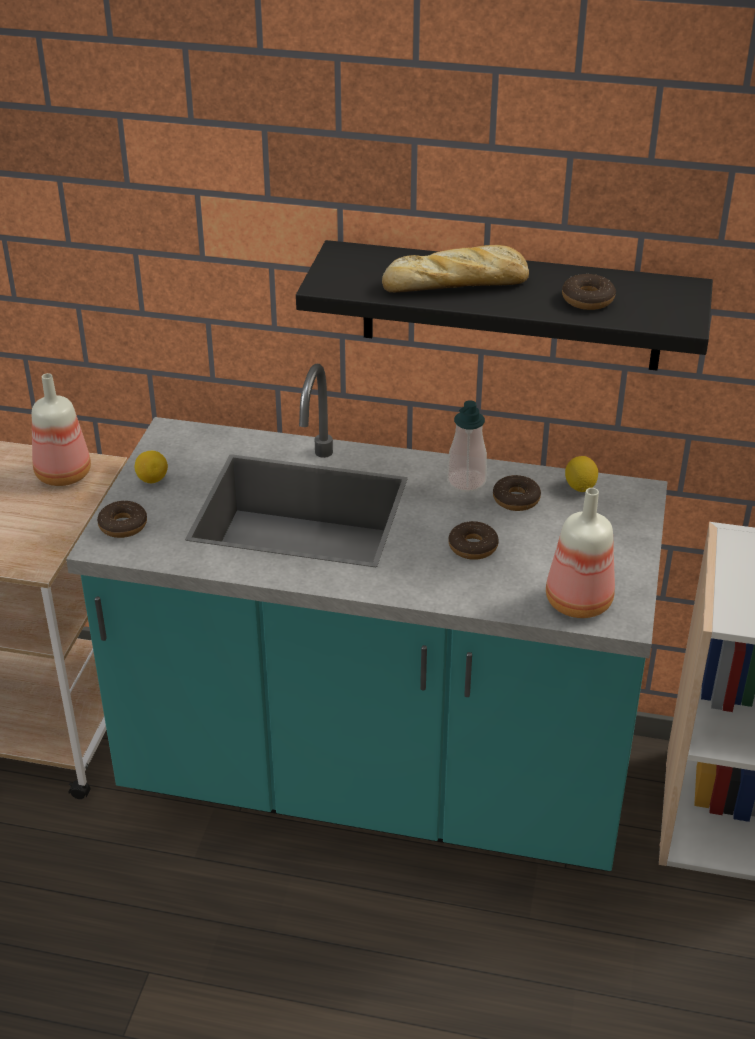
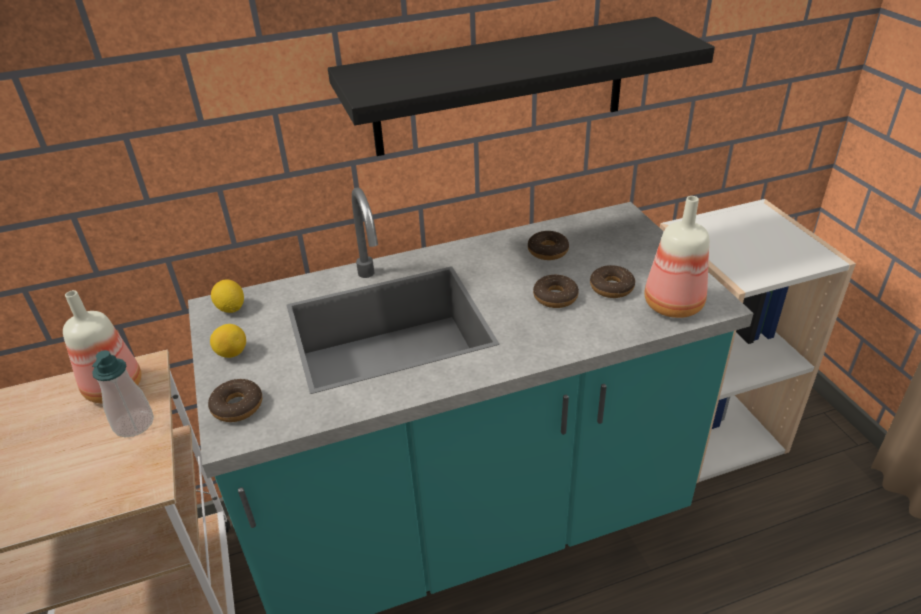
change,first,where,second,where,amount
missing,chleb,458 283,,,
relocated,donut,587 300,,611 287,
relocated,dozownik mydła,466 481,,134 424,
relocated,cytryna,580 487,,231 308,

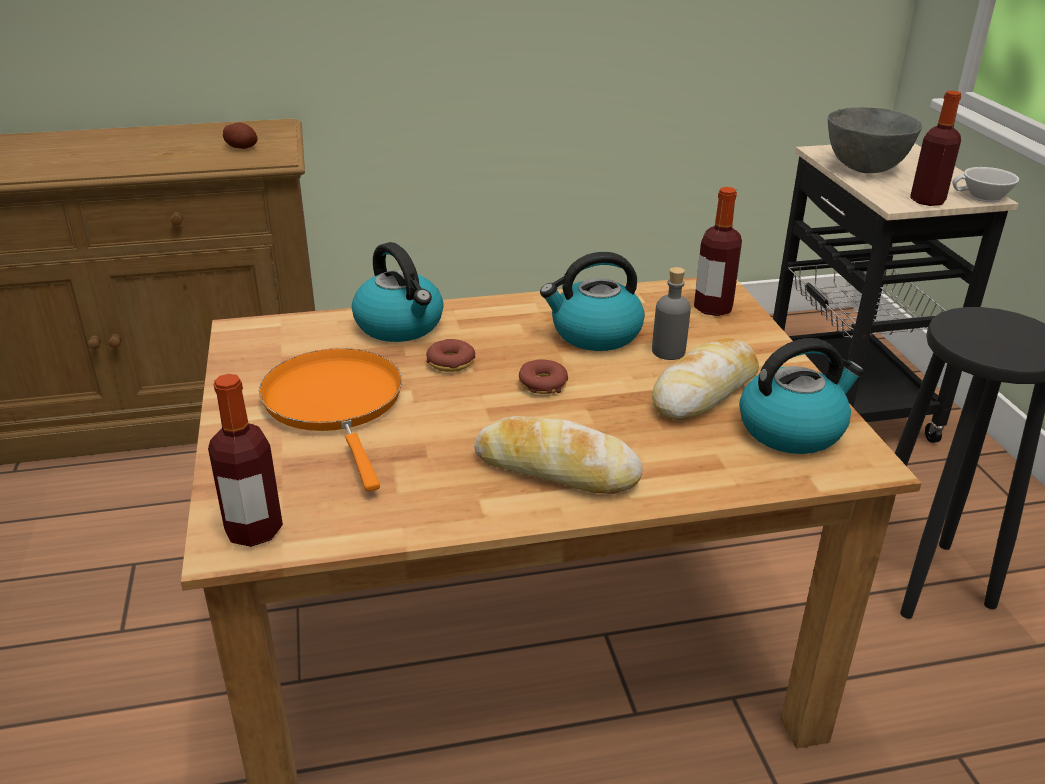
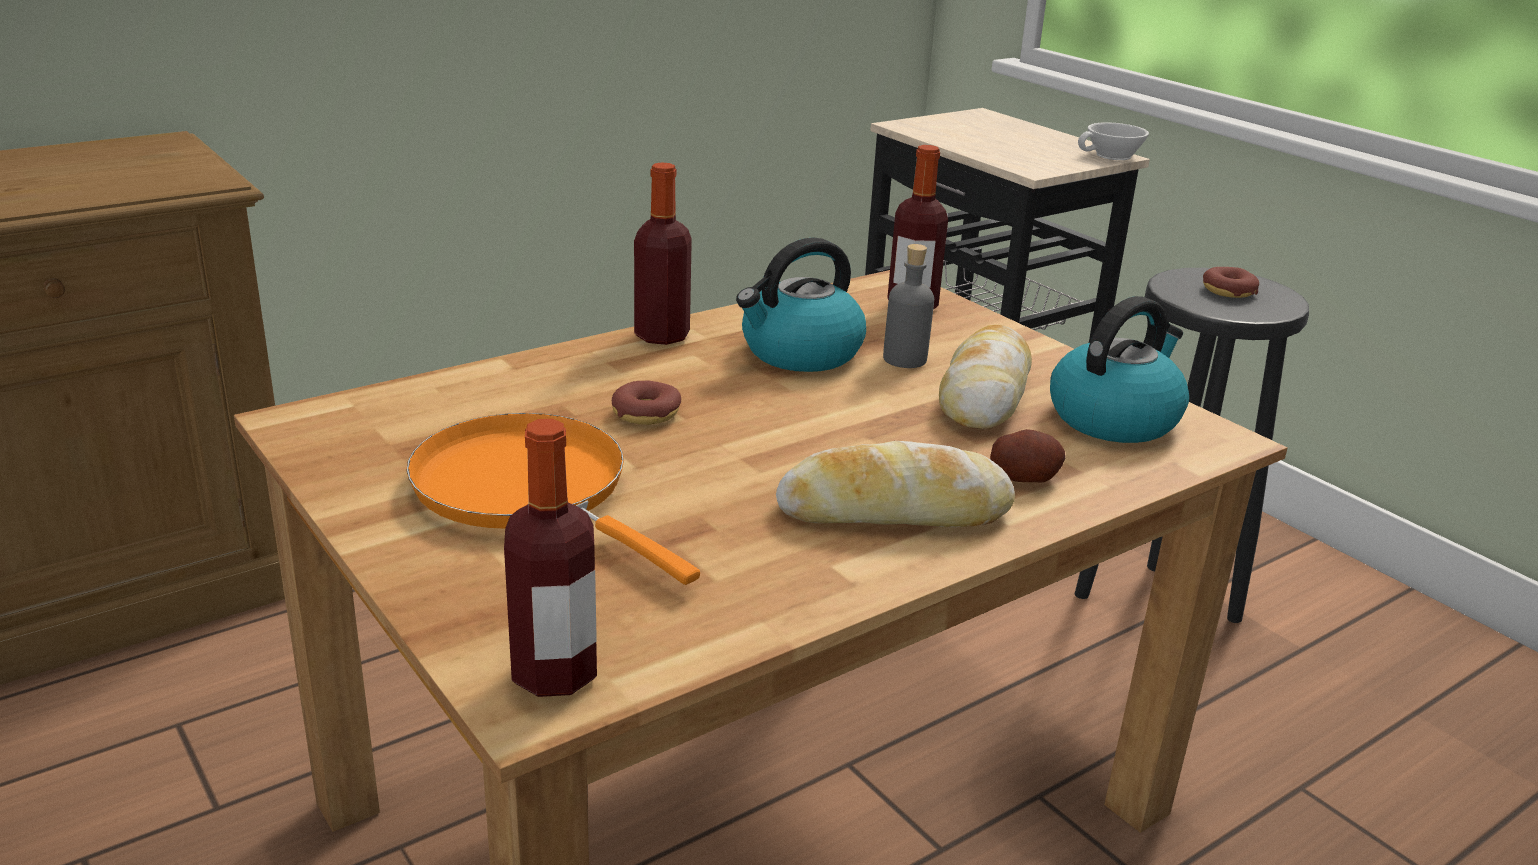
change,first,where,second,where,amount
relocated,butelka,927 200,,662 335,
missing,miska (szary),865 169,,,
relocated,ziemniak,242 147,,1024 478,
missing,czajnik,400 325,,,
relocated,donut,543 384,,1228 291,

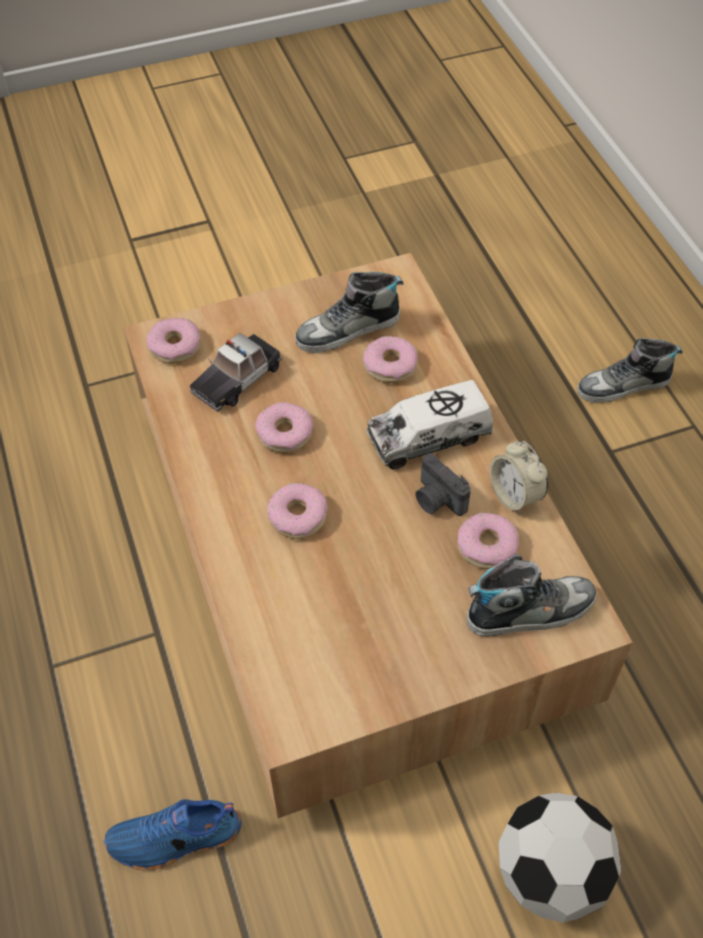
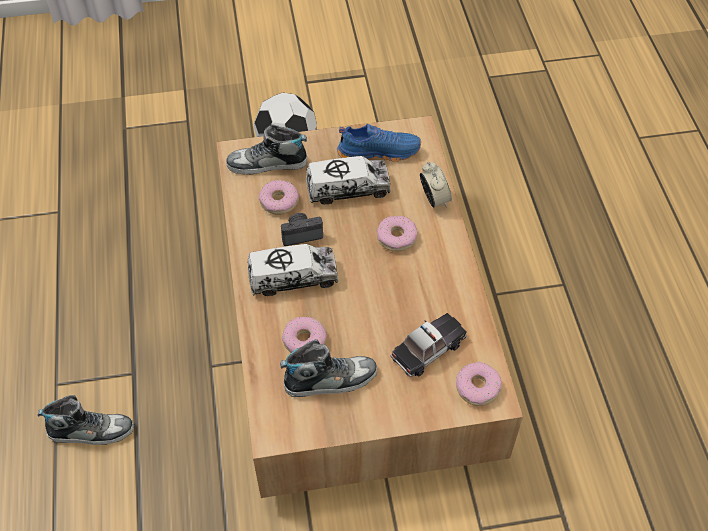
change,first,where,second,where,amount
missing,donut,284 433,,,
relocated,budzik,515 495,,434 199,
spun,aparat fotograficzny,437 500,,301 234,75 degrees counterclockwise
relocated,but (niebieski),175 840,,378 151,
appeared,,,ciężarówka zabawkowa,348 189,

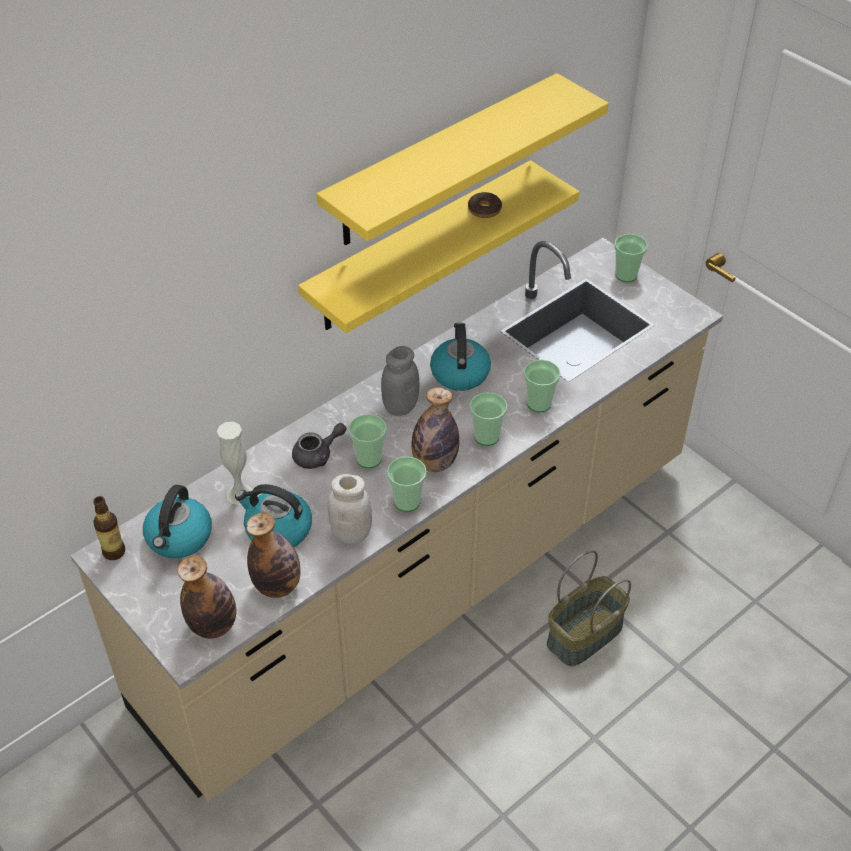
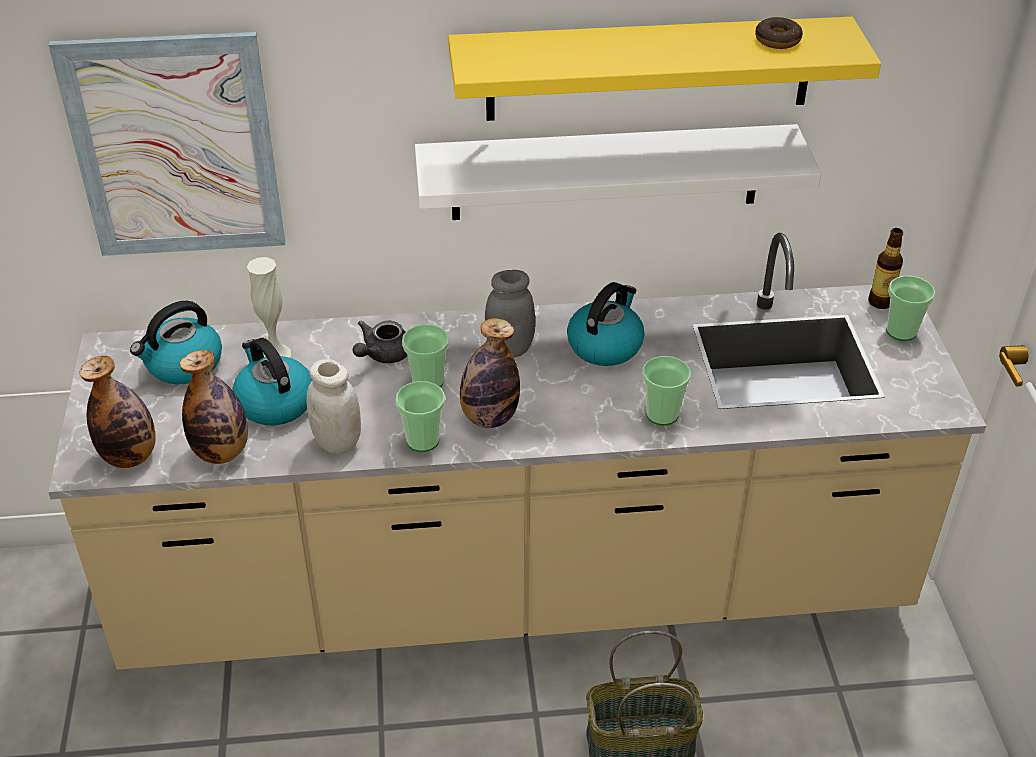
change,first,where,second,where,amount
colour,półka (żółty),420 247,półka (biały),606 172,
relocated,donut,484 209,,777 40,
missing,filiżanka,486 436,,,
spun,imbryk (szary),318 455,,382 355,120 degrees clockwise
relocated,butelka,114 552,,880 302,
appeared,,,obraz,175 147,

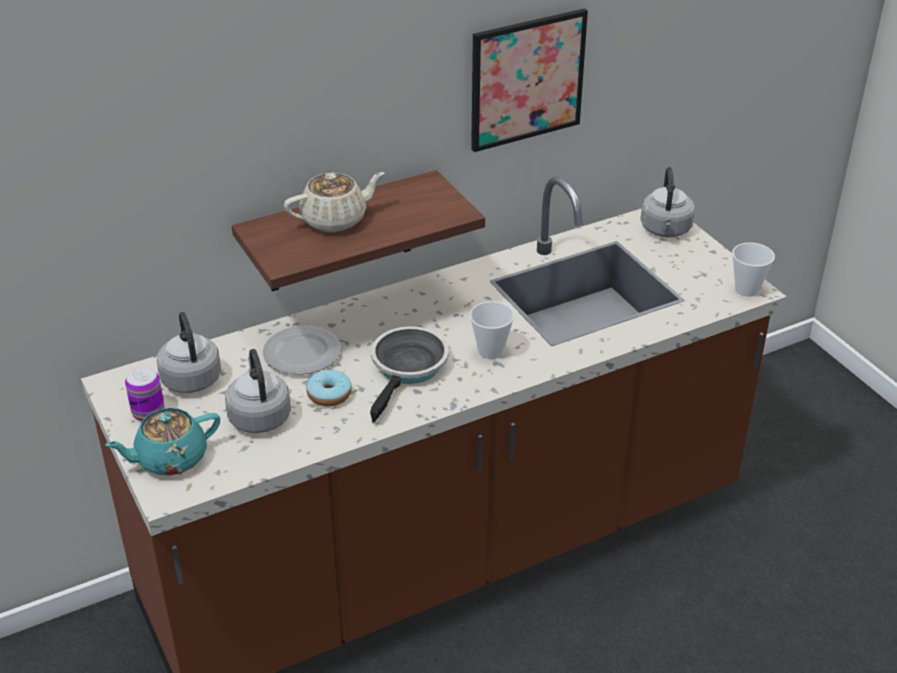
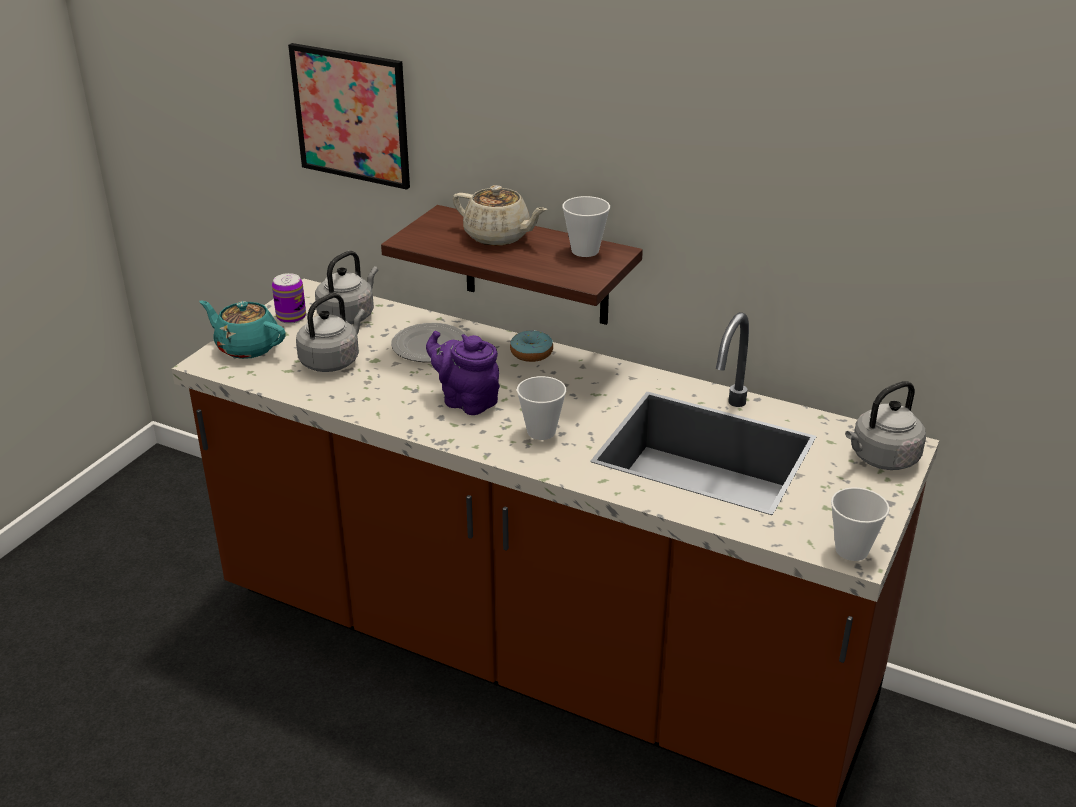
change,first,where,second,where,amount
relocated,obraz,527 79,,351 115,
exchanged,patelnia,408 369,imbryk (fioletowy),466 401,
relocated,donut,329 395,,531 353,
appeared,,,filiżanka,585 251,

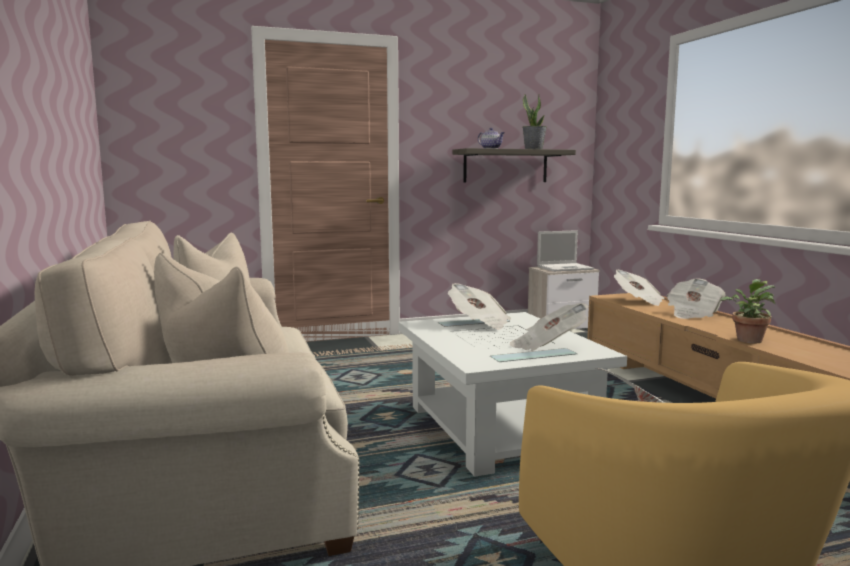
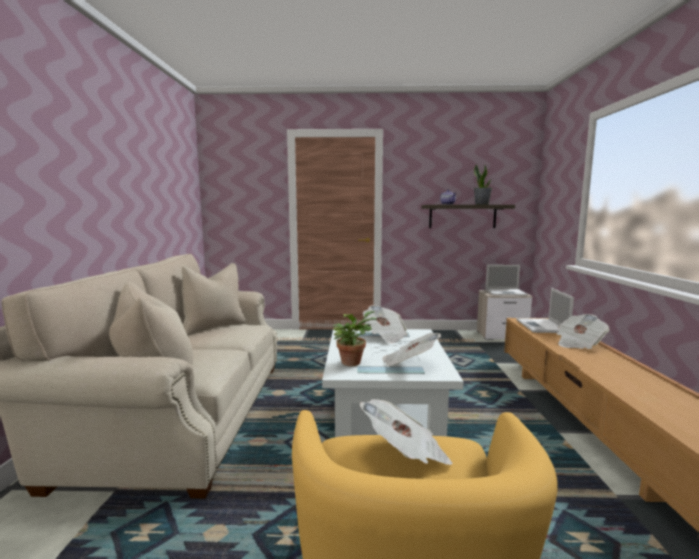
change,first,where,second,where,amount
exchanged,gazeta,638 301,laptop,542 326,
relocated,roślina doniczkowa,748 339,,352 361,

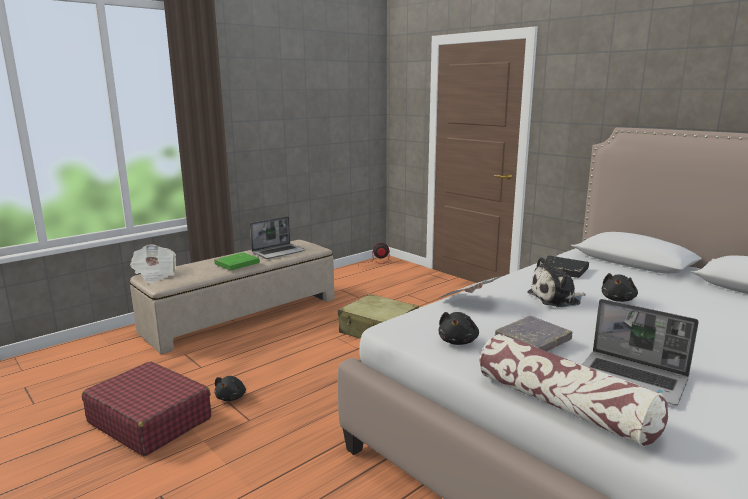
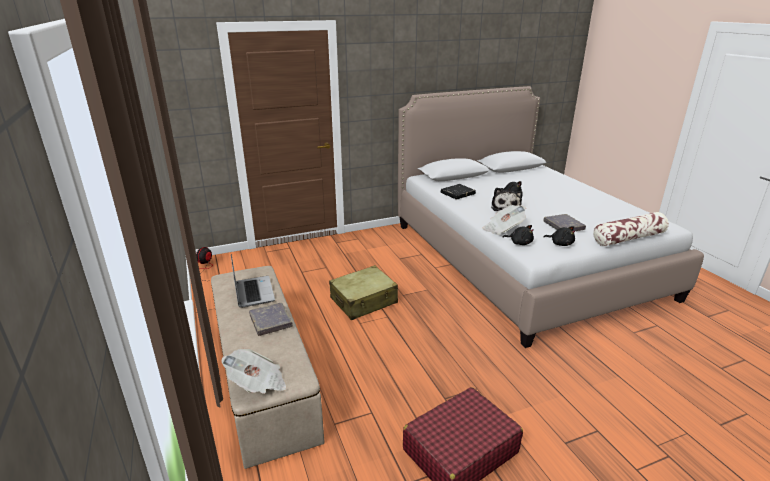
change,first,where,second,where,amount
colour,książka (zielony),237 264,książka (szary),270 321,
missing,laptop,632 379,,,
relocated,pluszak (czarny),231 397,,519 243,

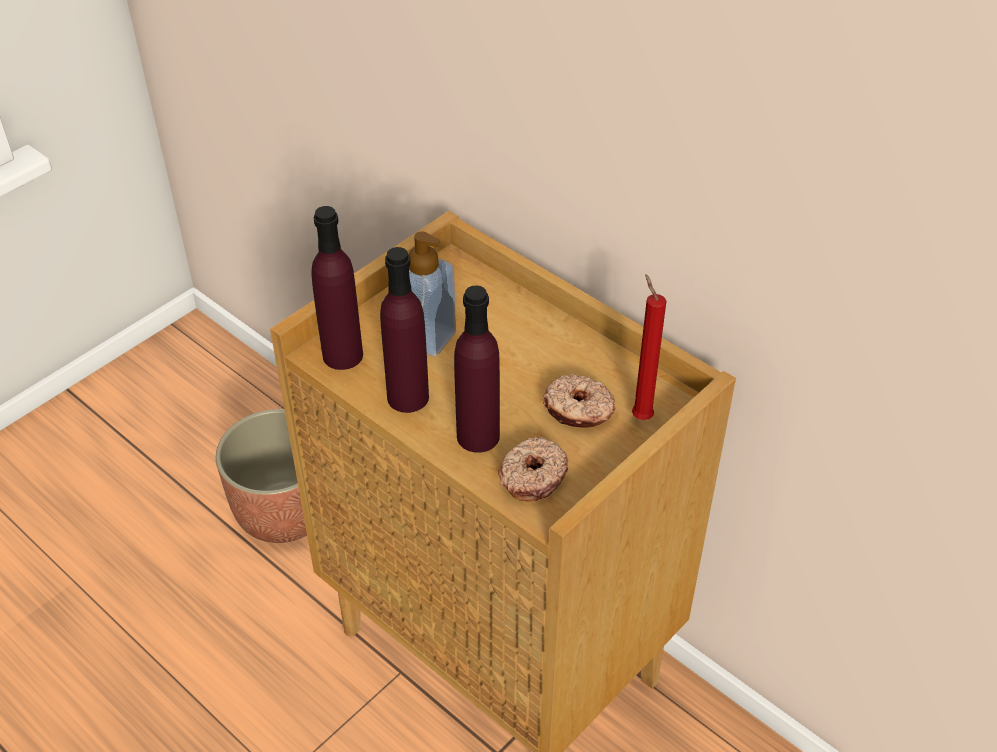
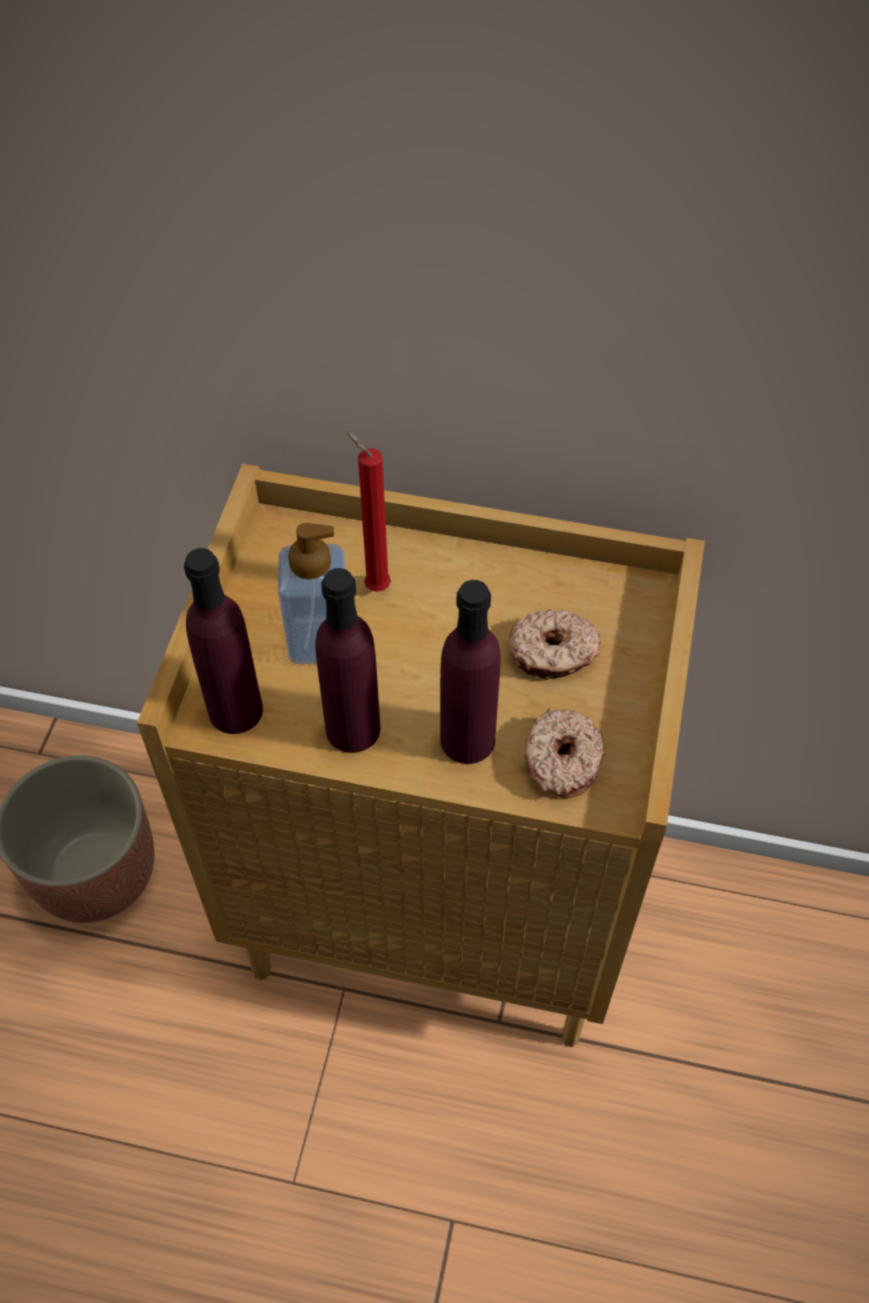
change,first,where,second,where,amount
relocated,świeca (czerwony),640 415,,374 586,

